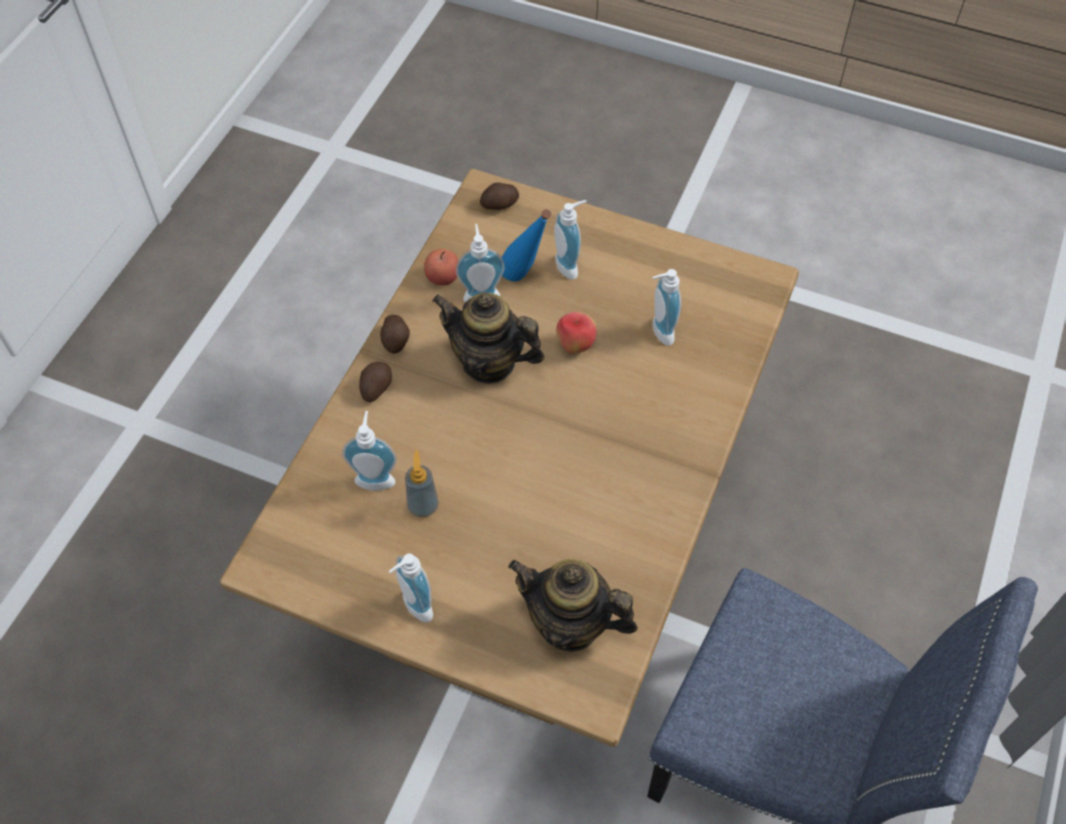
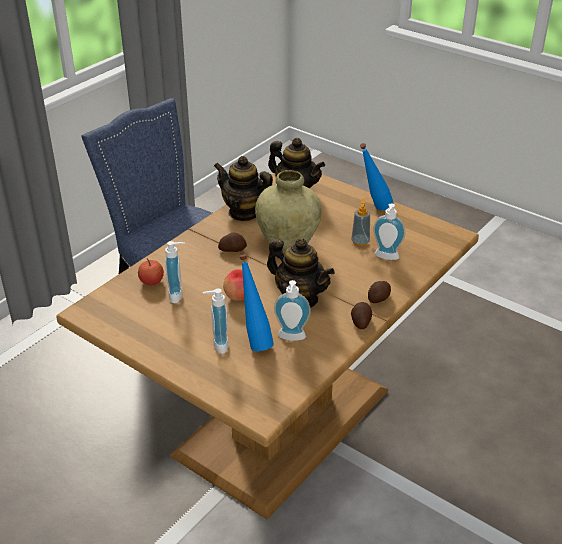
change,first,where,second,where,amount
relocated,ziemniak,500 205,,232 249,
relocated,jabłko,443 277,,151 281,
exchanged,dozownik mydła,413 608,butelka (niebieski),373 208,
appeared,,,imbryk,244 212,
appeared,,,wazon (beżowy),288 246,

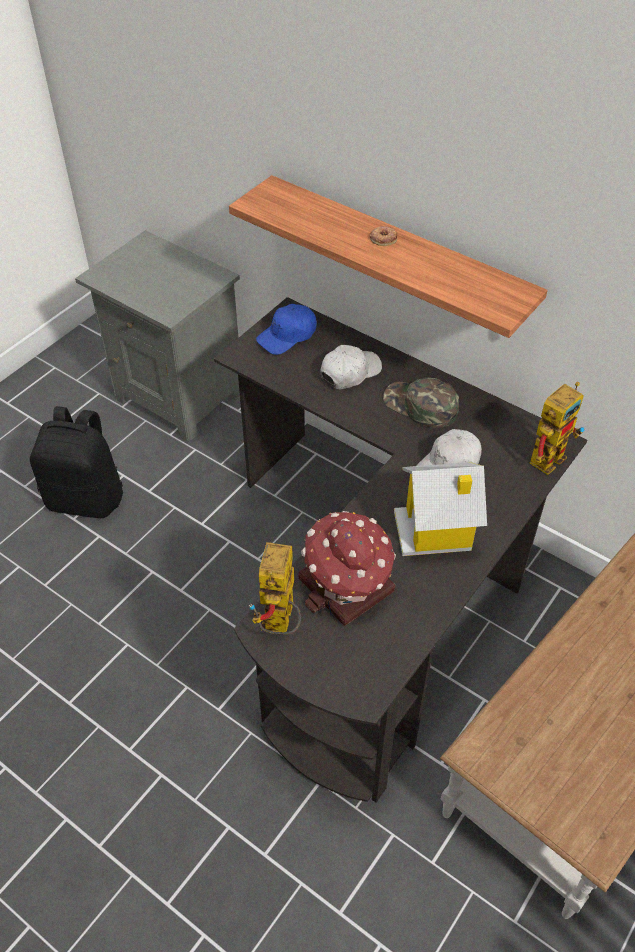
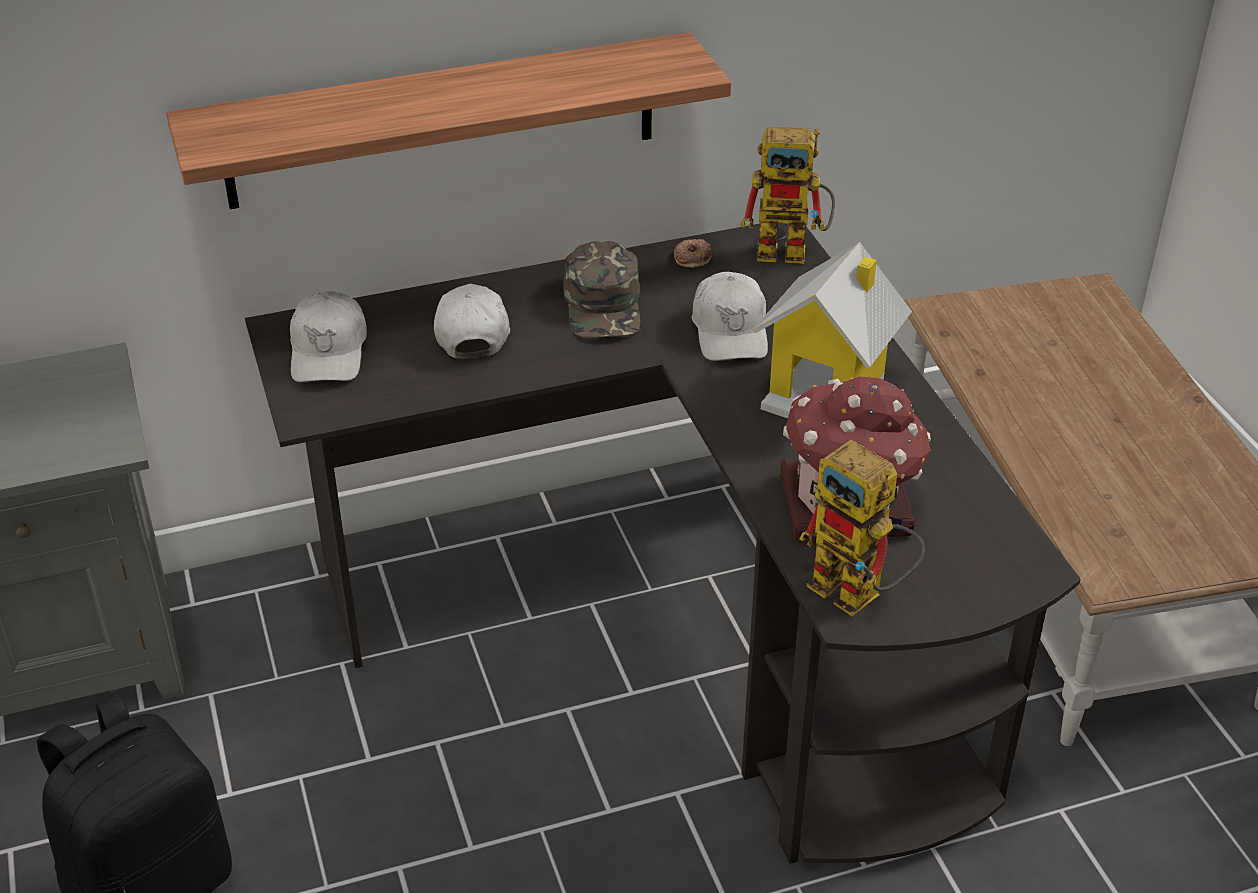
change,first,where,second,where,amount
relocated,donut,383 238,,692 257,
colour,czapka z daszkiem (niebieski),287 336,czapka z daszkiem (biały),329 352,
spun,czapka z daszkiem (zielony),420 406,,604 305,75 degrees counterclockwise
spun,robot zabawkowy,549 454,,793 250,105 degrees clockwise

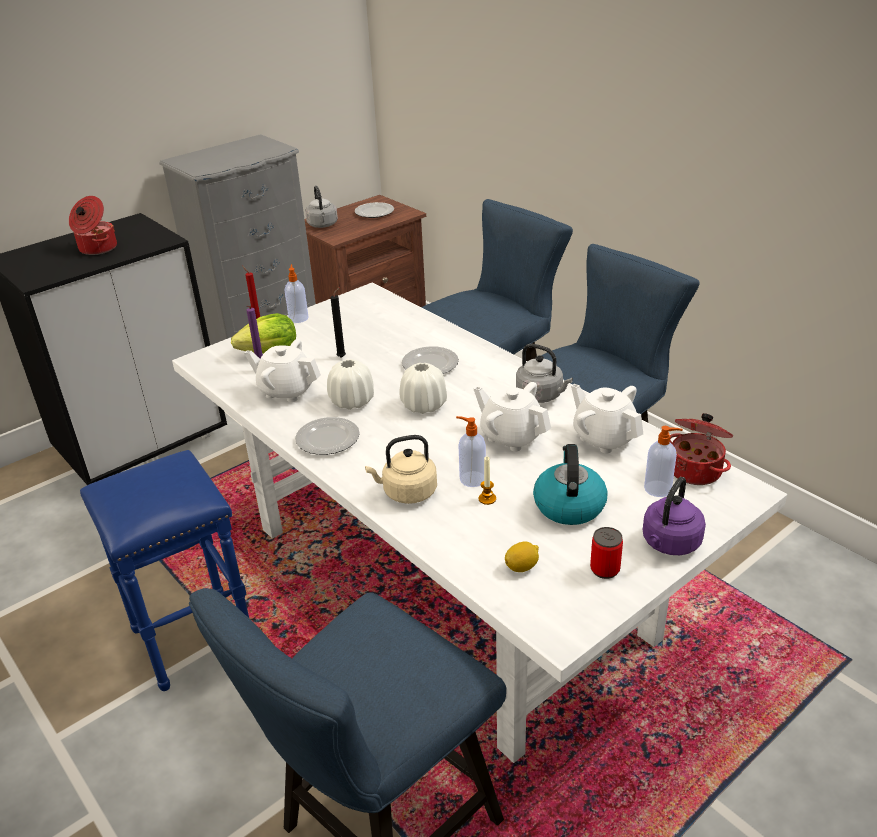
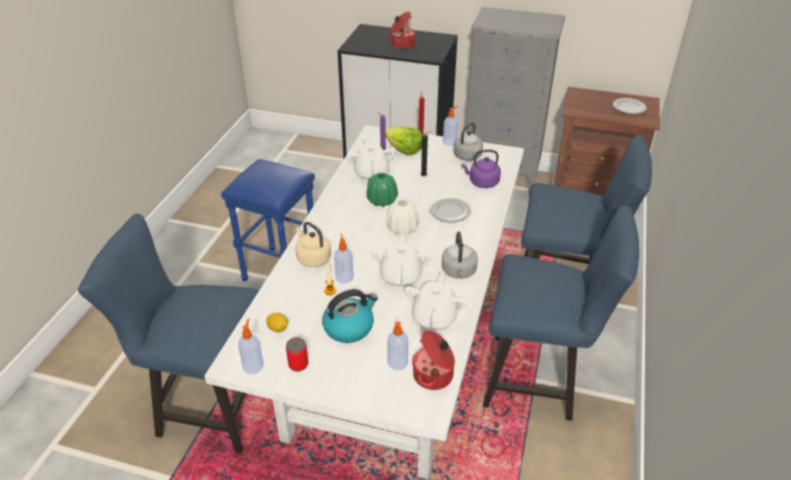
change,first,where,second,where,amount
relocated,czajnik (szary),323 225,,466 156,
colour,wazon (biały),352 402,wazon (zielony),382 201,
missing,talerz,328 439,,,
relocated,czajnik (fioletowy),669 544,,482 182,
appeared,,,dozownik mydła,253 365,

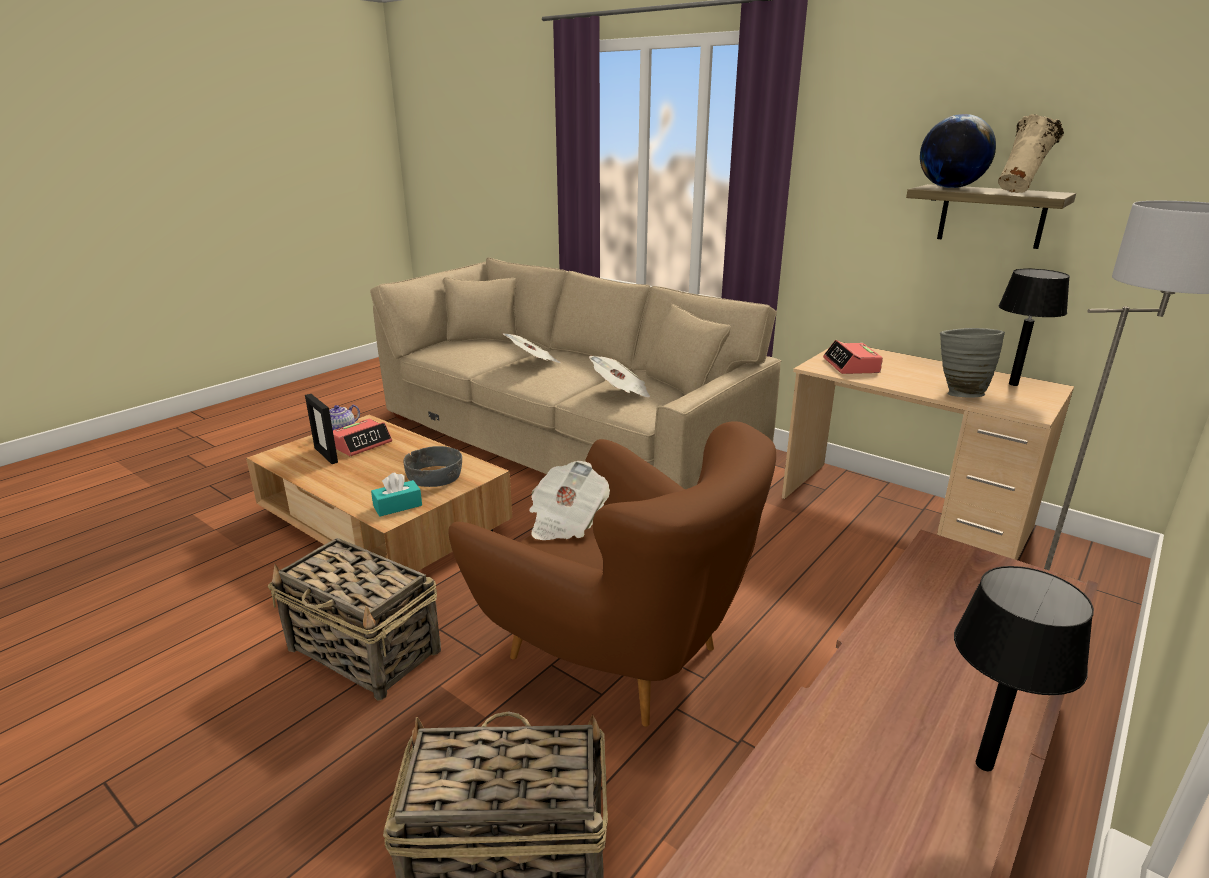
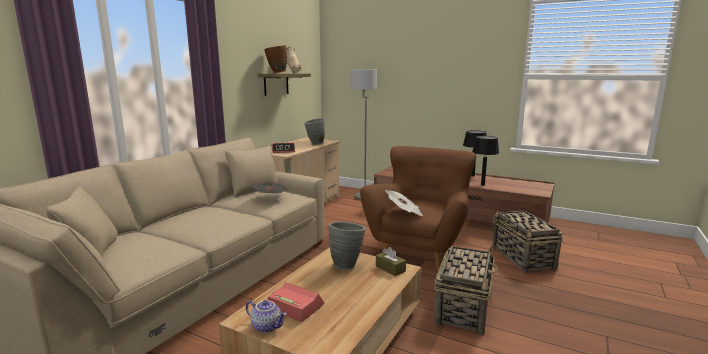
change,first,where,second,where,amount
exchanged,globus,950 188,wazon (brązowy),276 73,
relocated,lampa stołowa (czarny),1013 384,,482 185,
missing,gazeta,533 362,,,
missing,ramka na zdjęcie,327 455,,,
exchanged,miska (szary),435 476,wazon (szary),346 265,
colour,pudełko chusteczek (turkusowy),397 506,pudełko chusteczek (brązowy),390 269,

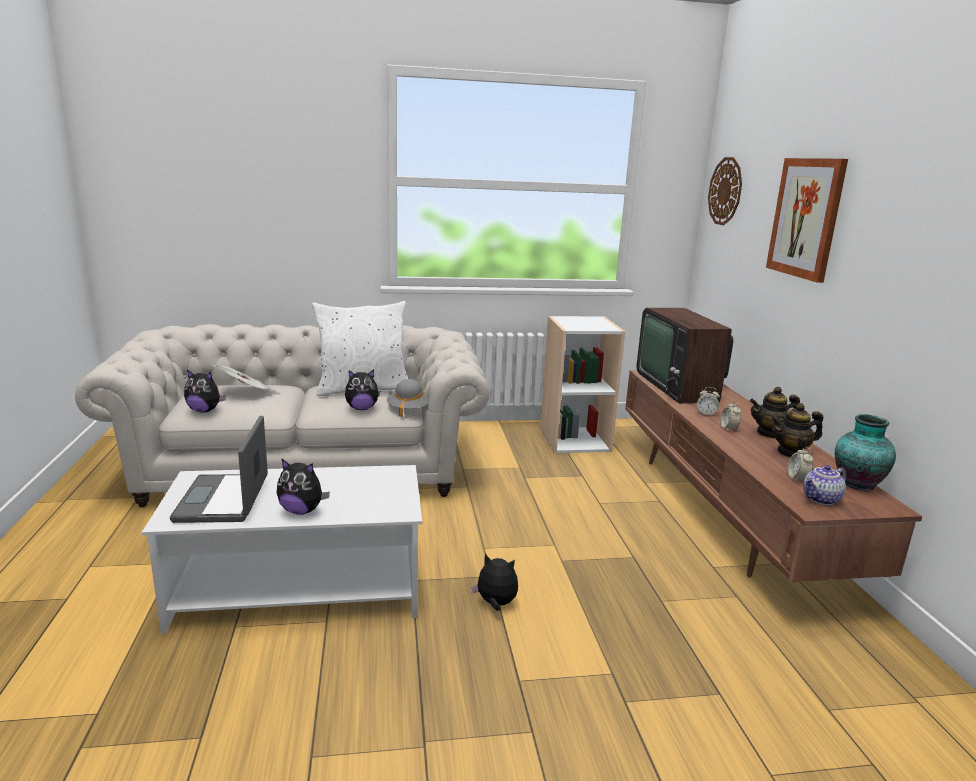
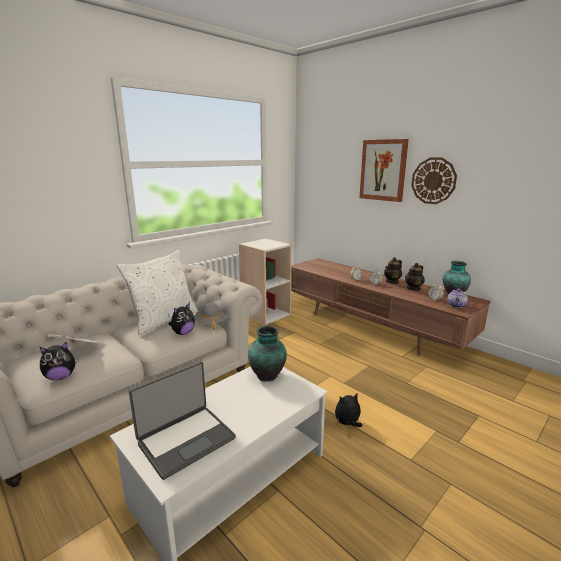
change,first,where,second,where,amount
relocated,zegar ścienny,725 191,,433 181,
missing,telewizor,681 385,,,
spun,laptop,224 500,,186 440,90 degrees counterclockwise
missing,pluszak,302 511,,,
appeared,,,wazon,268 375,

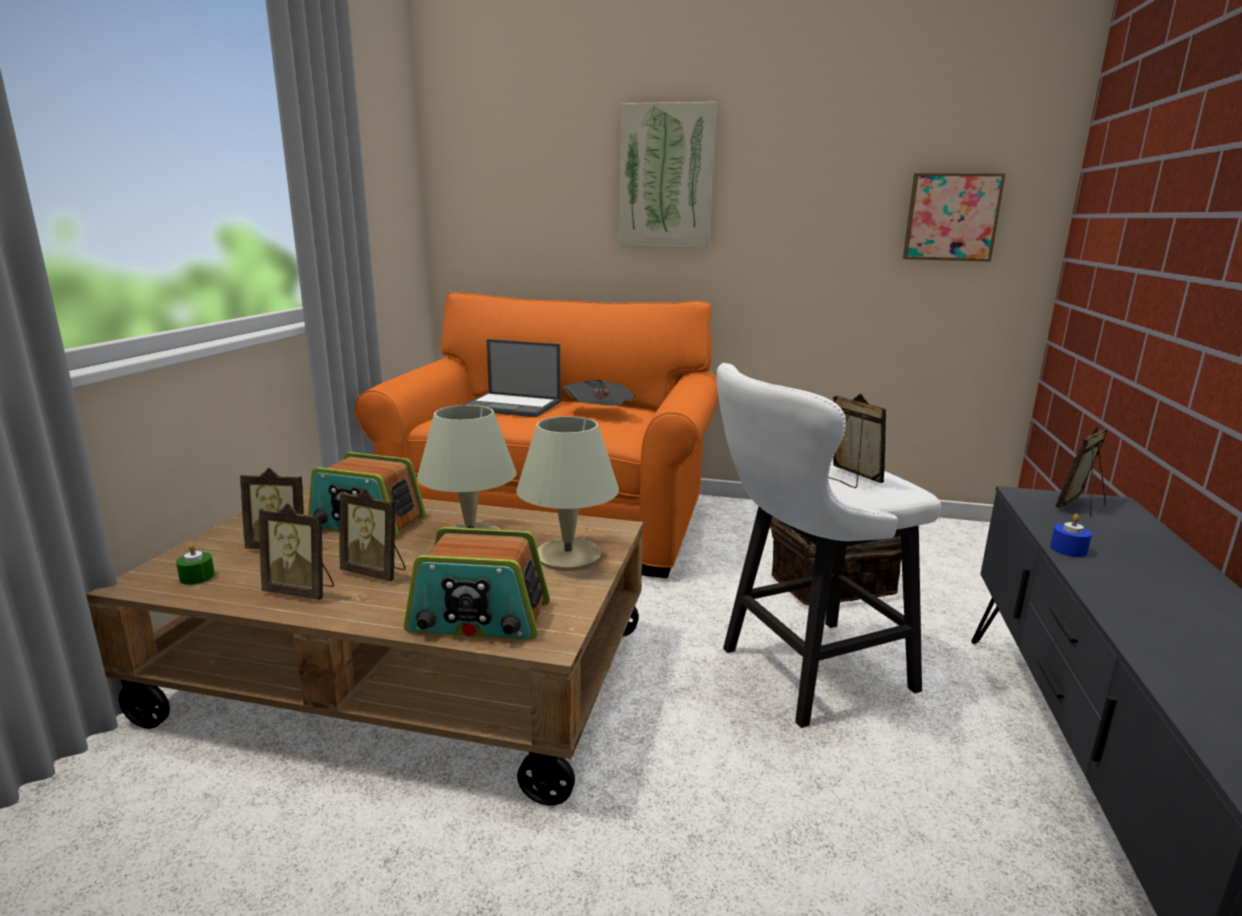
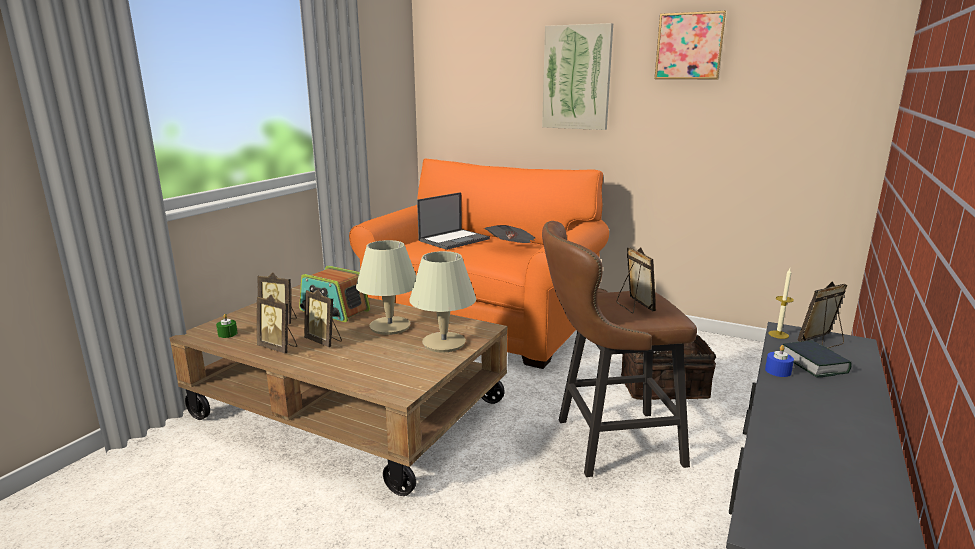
change,first,where,second,where,amount
relocated,obraz,951 217,,690 46,
spun,laptop,513 406,,454 239,75 degrees counterclockwise
colour,stołek (biały),798 674,stołek (brązowy),603 443,
missing,radio,479 618,,,
appeared,,,świeca,778 334,
appeared,,,książka,814 364,

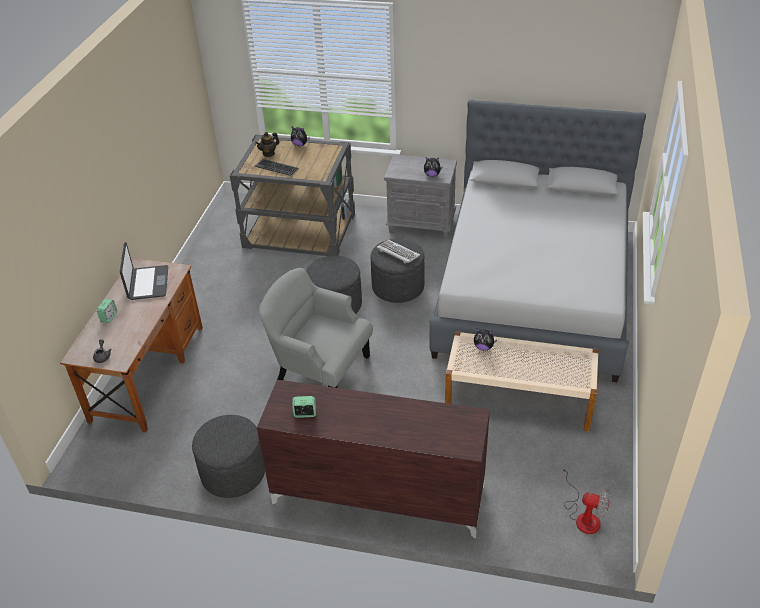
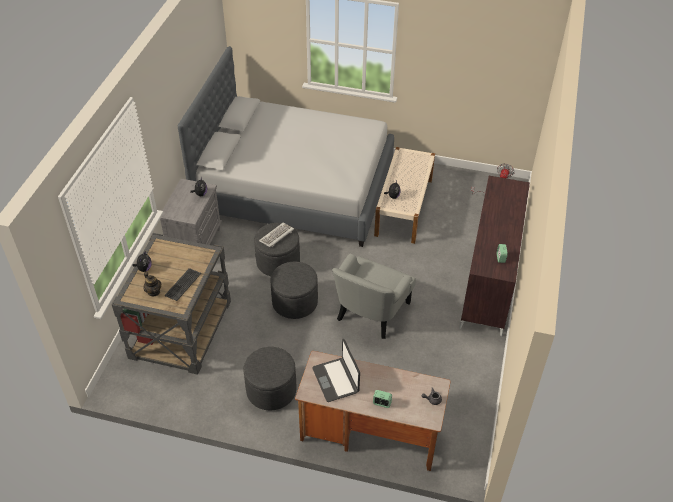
change,first,where,second,where,amount
spun,laptop,148 283,,336 380,105 degrees counterclockwise
relocated,pufa (szary),233 472,,271 390,

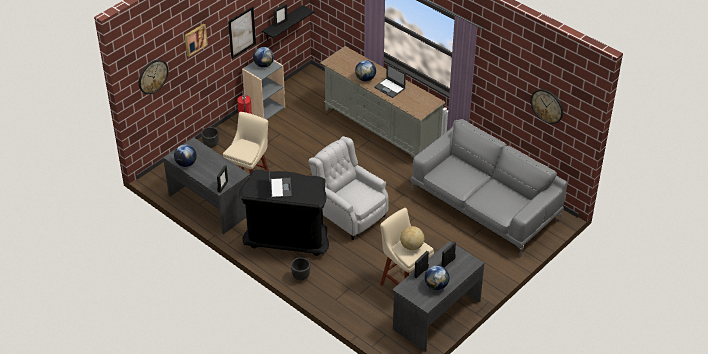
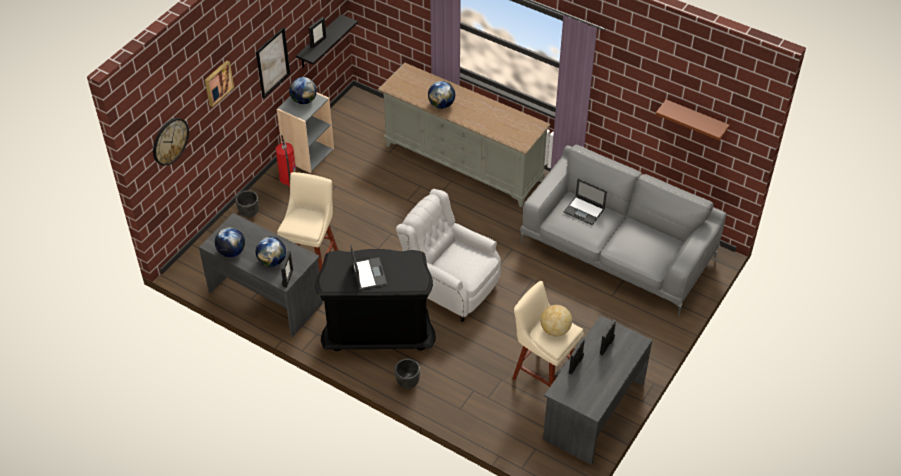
change,first,where,second,where,amount
relocated,laptop,390 88,,584 210,
exchanged,zegar ścienny,547 106,półka (brązowy),695 120,
relocated,globus,436 285,,272 261,

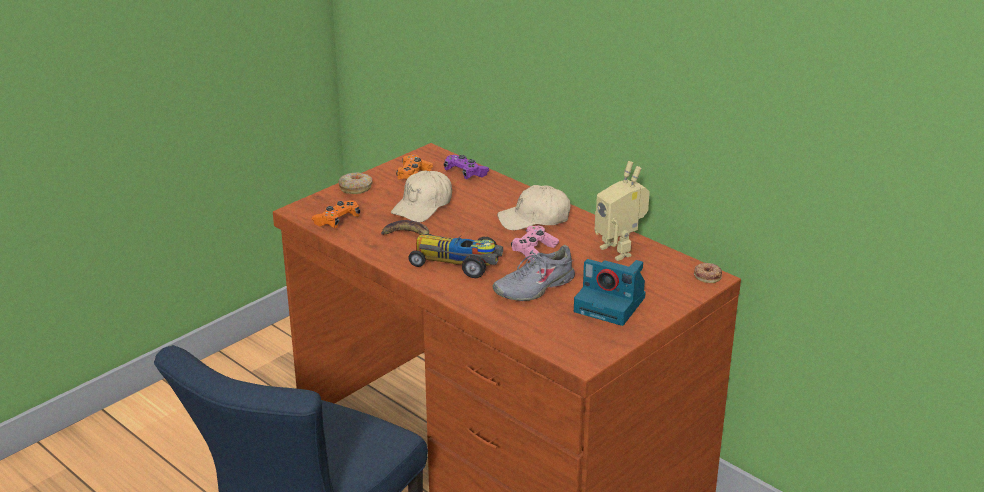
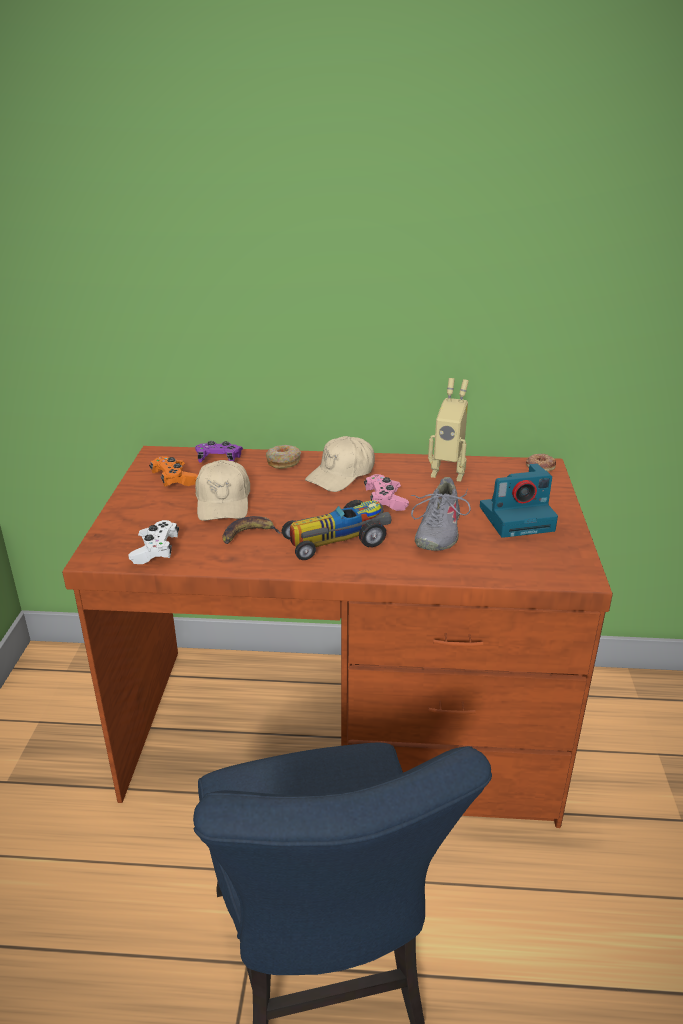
change,first,where,second,where,amount
relocated,donut,356 188,,283 462,
colour,pad do gier (pomarańczowy),337 221,pad do gier (biały),155 551,

